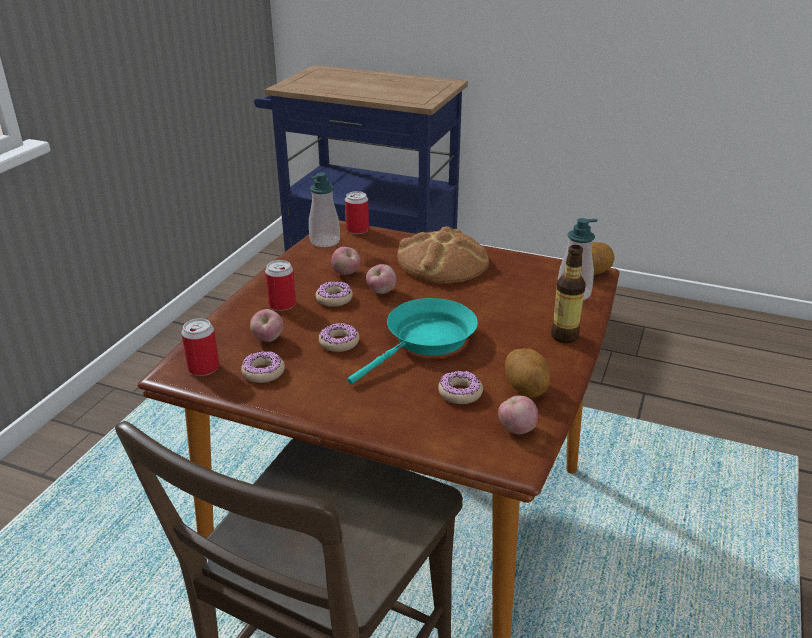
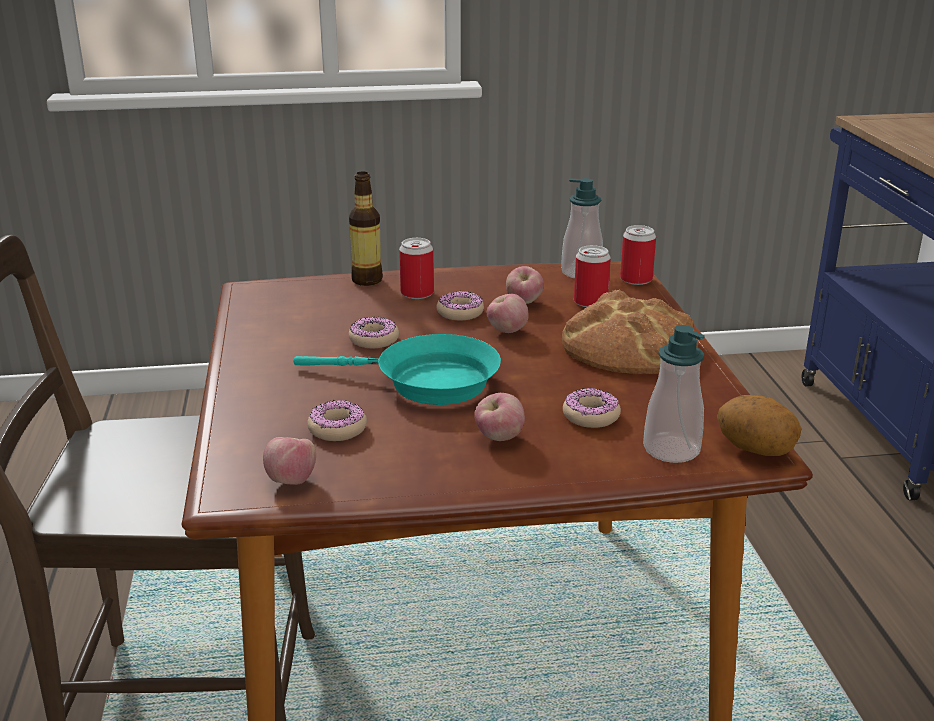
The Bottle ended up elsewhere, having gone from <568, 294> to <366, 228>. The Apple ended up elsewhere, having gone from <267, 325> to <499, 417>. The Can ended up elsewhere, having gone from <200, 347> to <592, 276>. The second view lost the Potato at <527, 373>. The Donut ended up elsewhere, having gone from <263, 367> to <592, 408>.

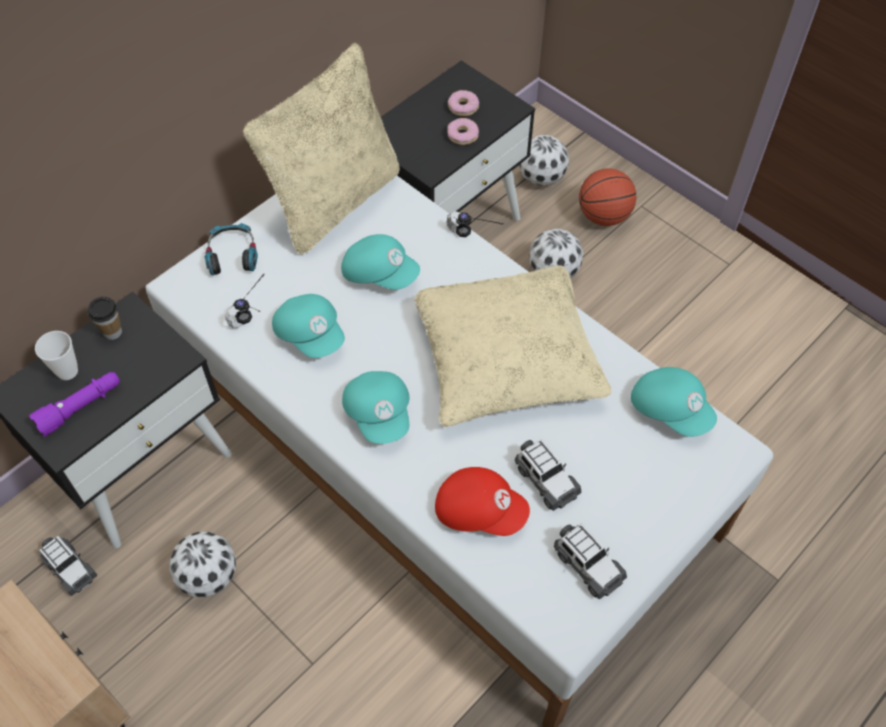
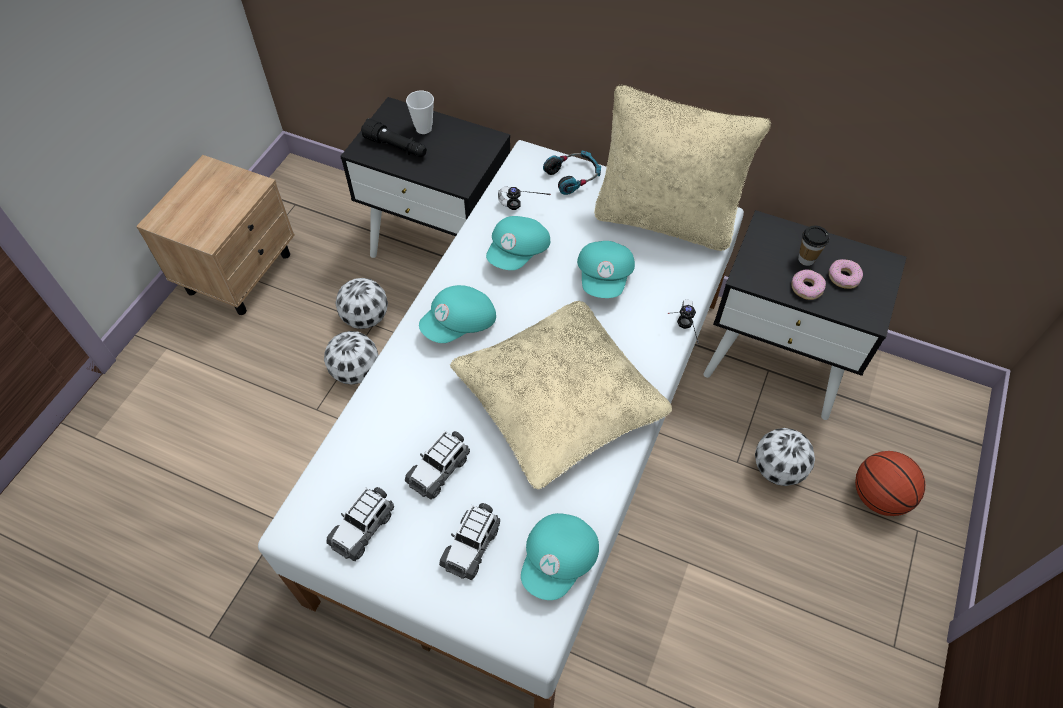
The Football ended up elsewhere, having gone from <544, 160> to <351, 358>. The Cup ended up elsewhere, having gone from <105, 318> to <813, 246>. What was the PurpleFlashlight at <74, 404> turned into the BlackFlashlight at <394, 137>. The second view lost the RedCap at <482, 501>. The ToyCar ended up elsewhere, having gone from <68, 566> to <469, 541>.

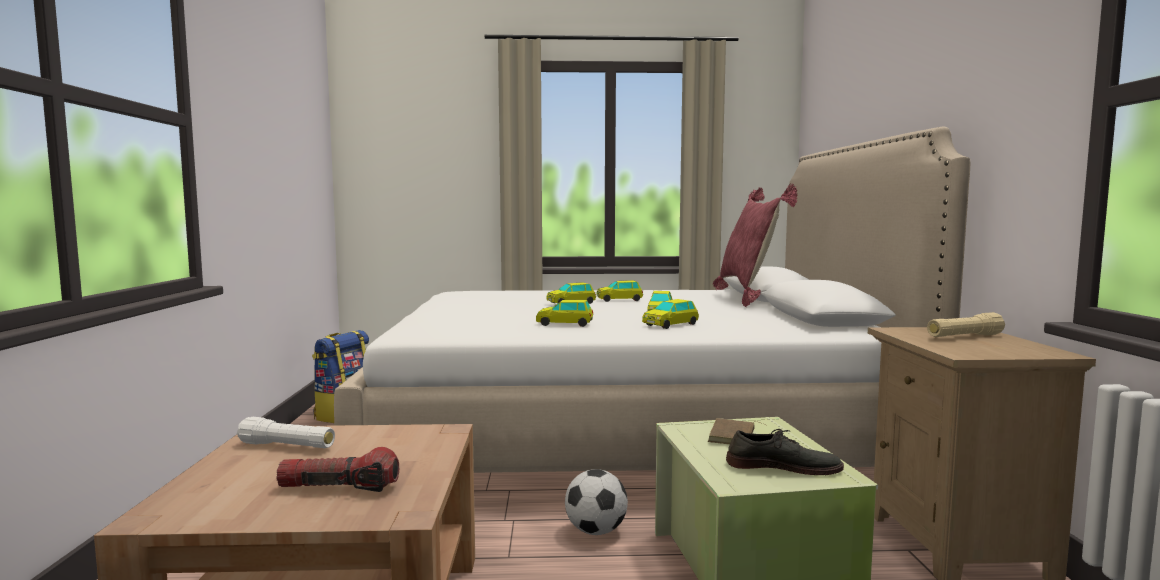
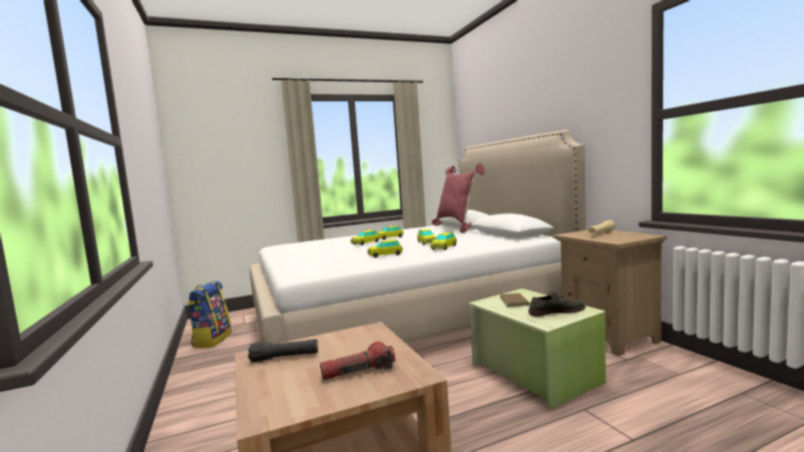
What was the WhiteFlashlight at <286, 432> turned into the BlackFlashlight at <283, 350>. The second view lost the Football at <596, 502>.

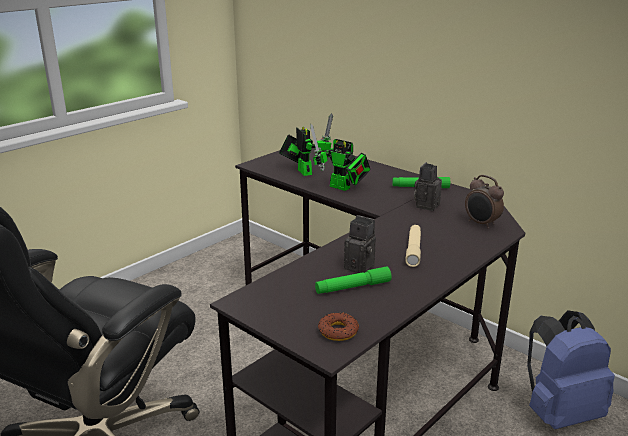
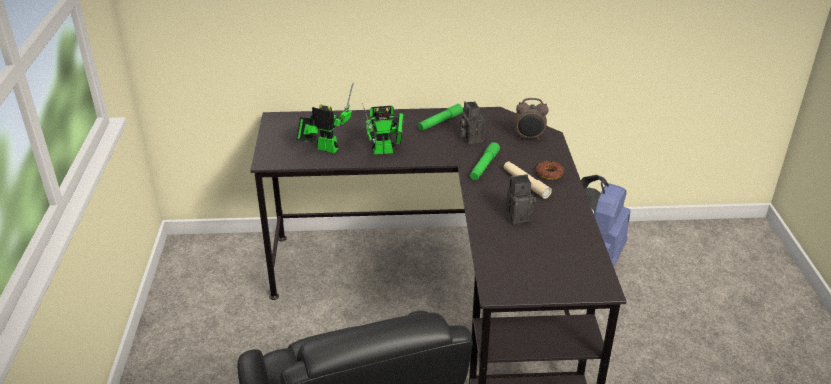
The GreenFlashlight ended up elsewhere, having gone from <353, 280> to <485, 161>. The Donut ended up elsewhere, having gone from <338, 327> to <549, 170>.

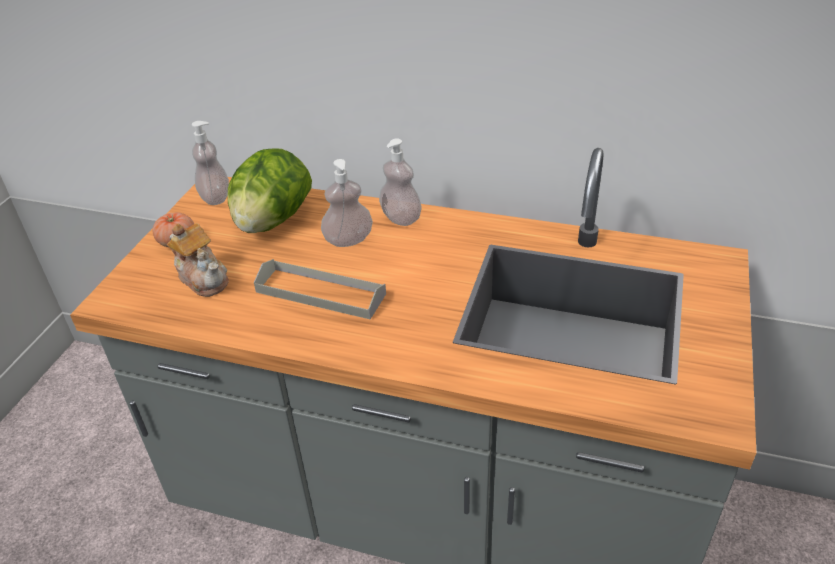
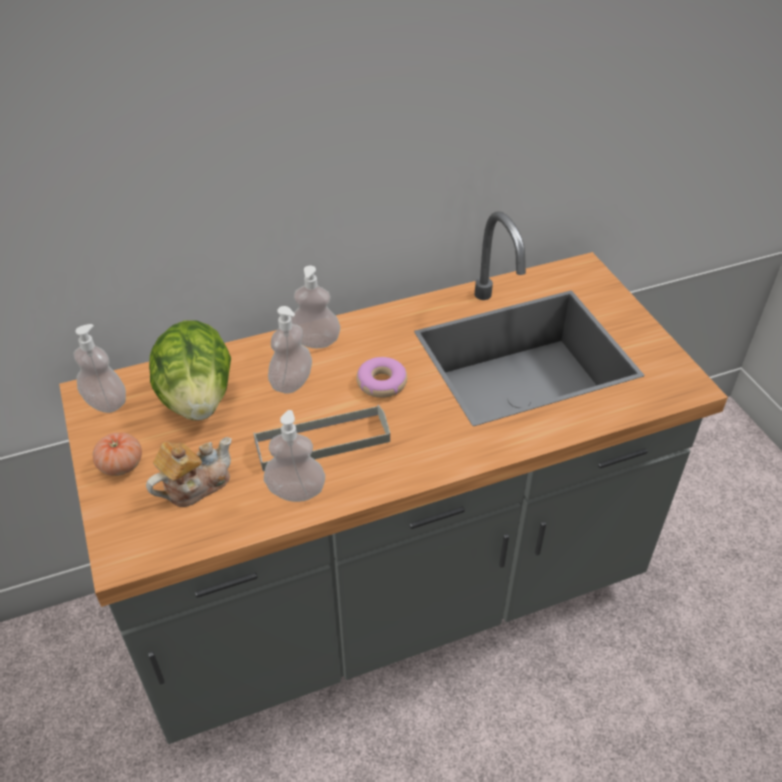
The Teapot at <198, 260> ended up facing another way, 45 degrees counterclockwise from before. The second view gained the Donut at <381, 377>. The second view gained the SoapDispenser at <294, 456>.

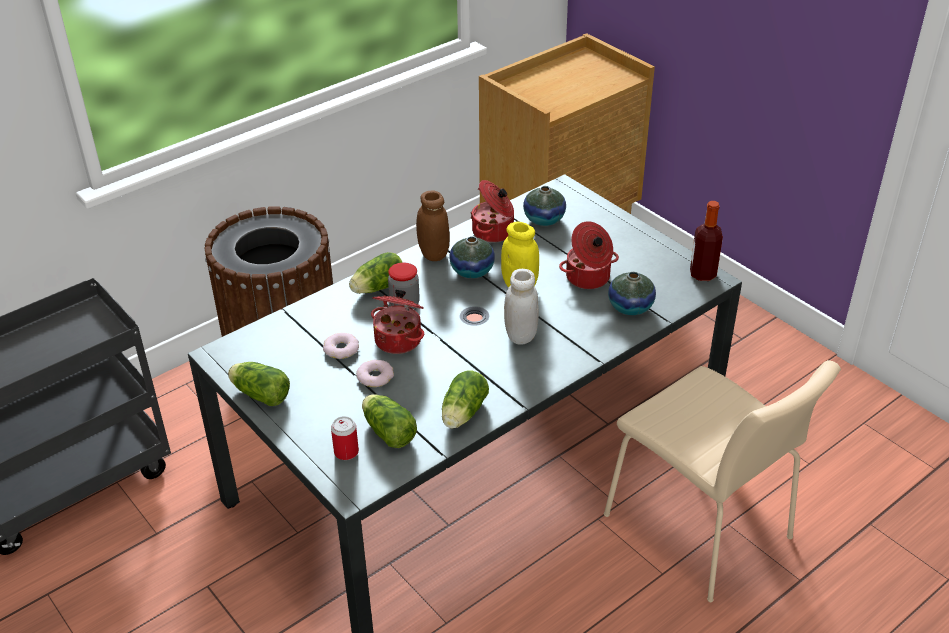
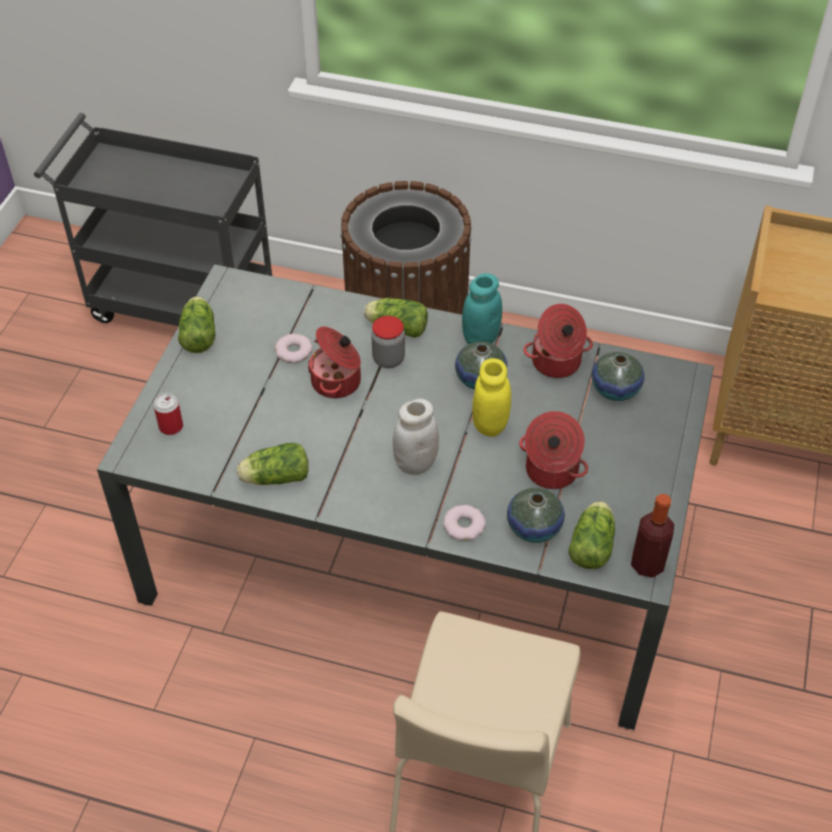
What was the BrownJar at <433, 225> turned into the TurquoiseJar at <482, 308>. The Donut ended up elsewhere, having gone from <375, 373> to <464, 523>. The Lettuce ended up elsewhere, having gone from <389, 421> to <591, 535>.

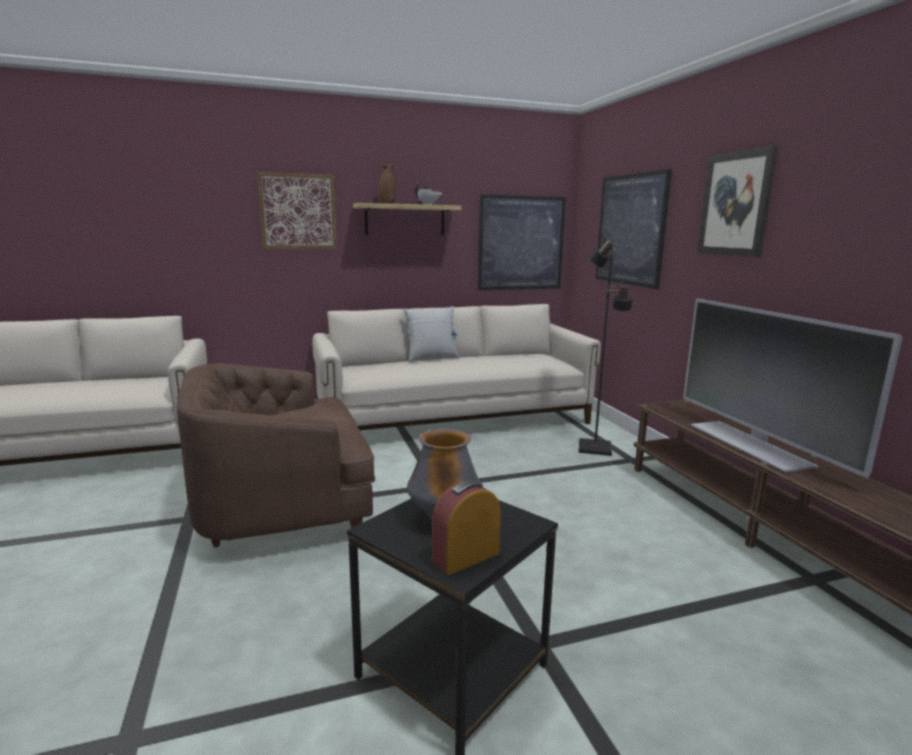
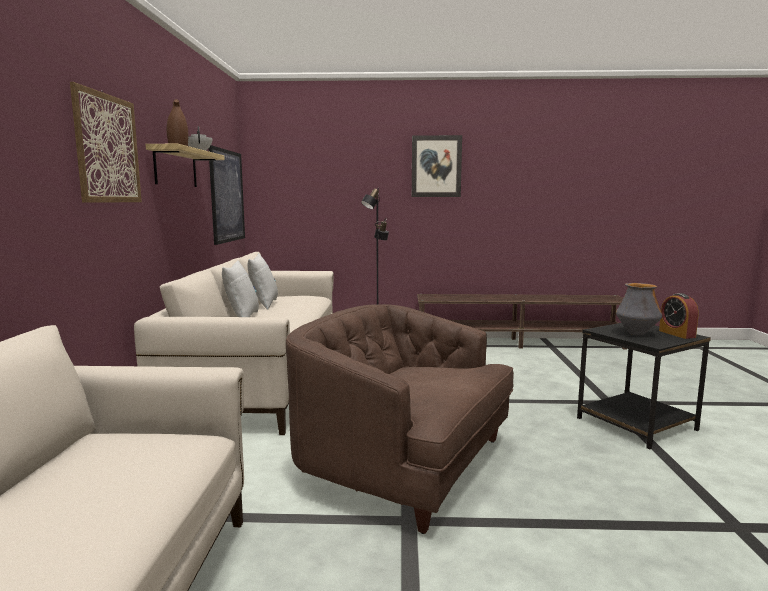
The second view lost the Picture at <633, 229>. The second view lost the Television at <792, 388>. The BrownArmchair at <276, 455> ended up facing another way, 120 degrees clockwise from before. The second view gained the GreyPillow at <263, 282>.

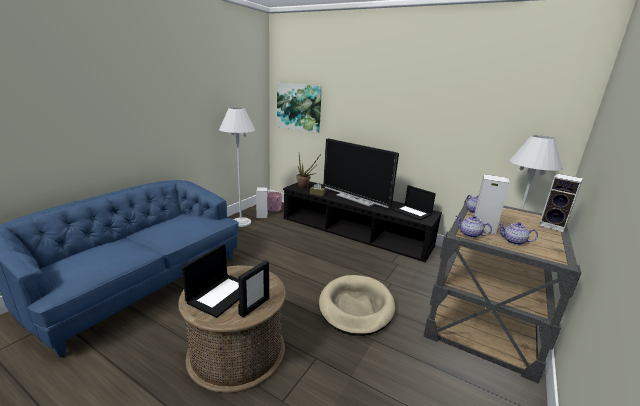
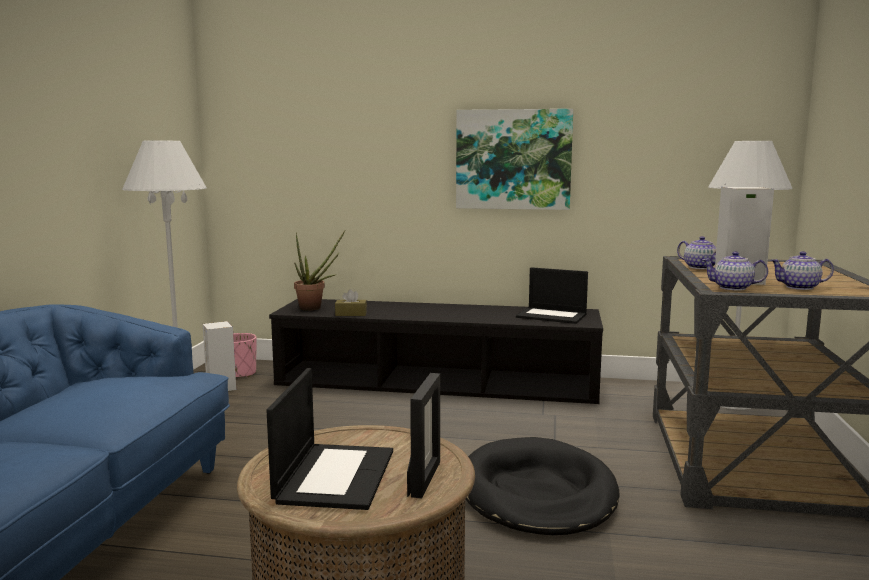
The Picture ended up elsewhere, having gone from <299, 108> to <514, 159>. The second view lost the Television at <361, 173>. The second view lost the Speaker at <561, 203>. What was the BeigeDogBed at <357, 305> turned into the BlackDogBed at <543, 486>.

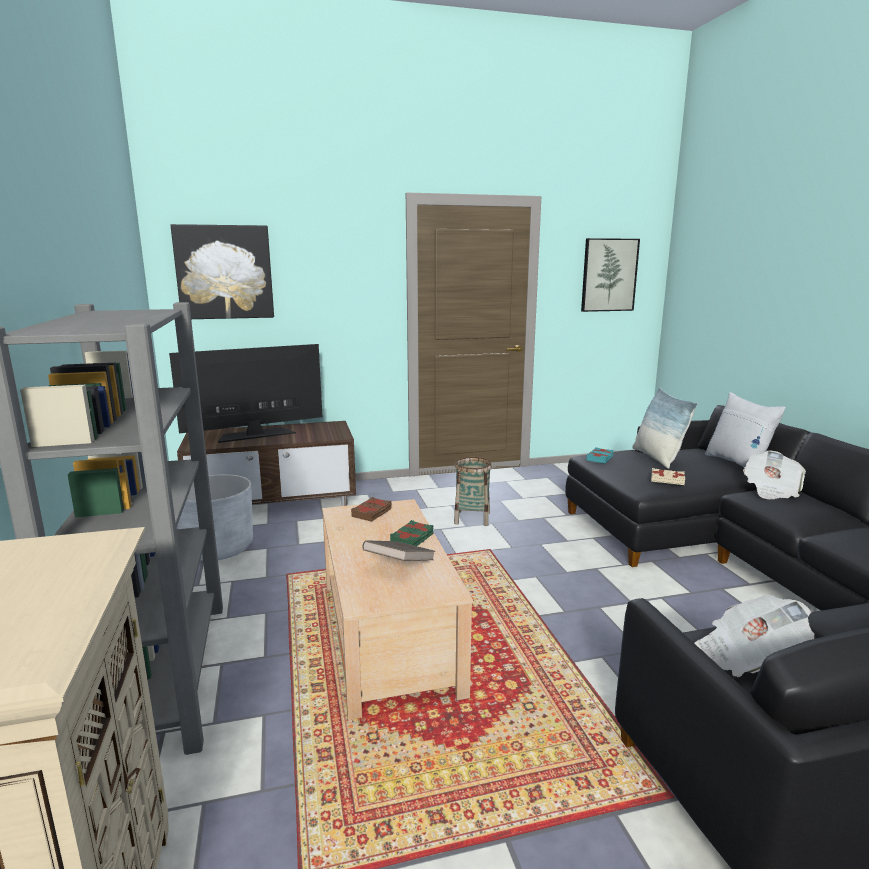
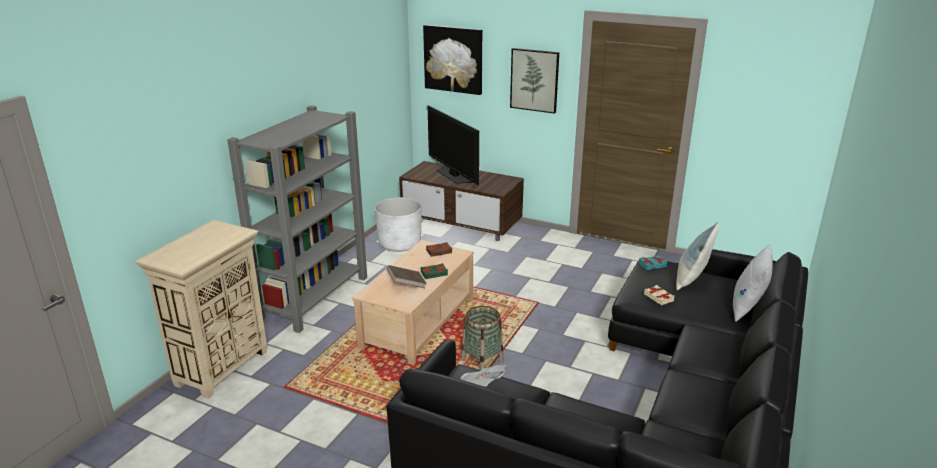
The Picture ended up elsewhere, having gone from <610, 275> to <534, 81>. The Television at <245, 393> ended up facing another way, 135 degrees counterclockwise from before. The second view lost the Newspaper at <774, 475>. The Basket ended up elsewhere, having gone from <473, 491> to <482, 338>.

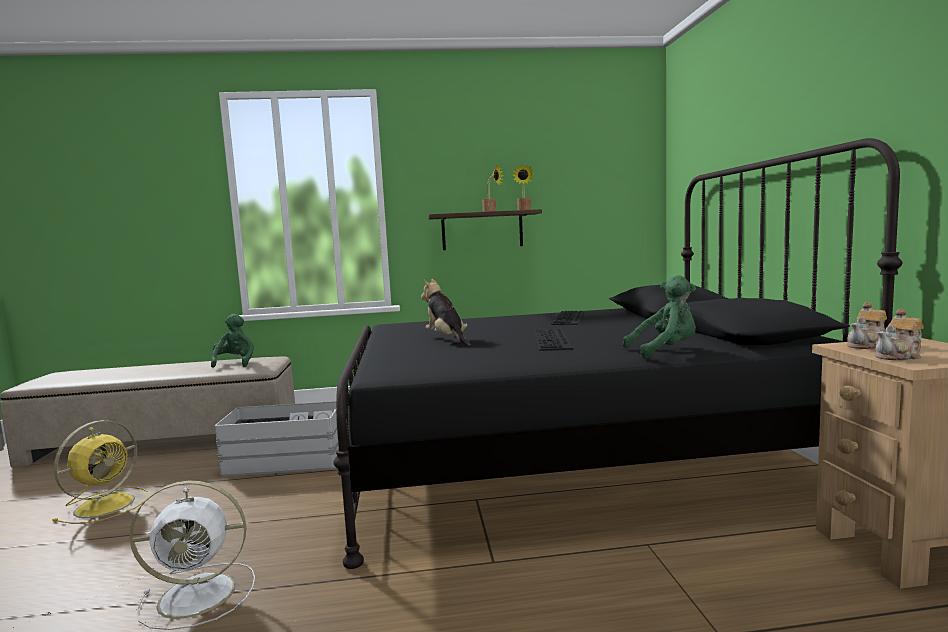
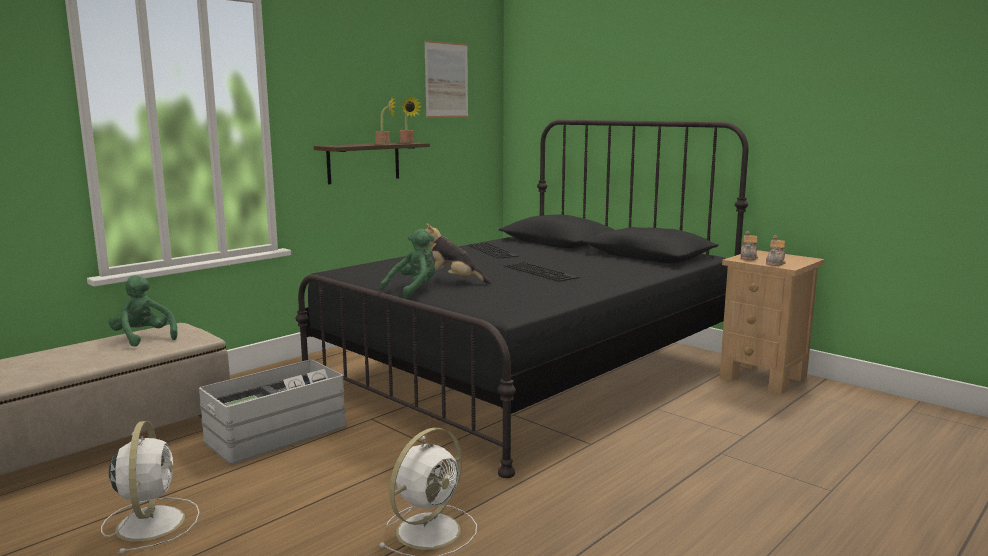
The GreenPlushToy ended up elsewhere, having gone from <659, 317> to <407, 264>. What was the YellowFan at <101, 472> turned into the WhiteFan at <150, 487>. The second view gained the Picture at <446, 79>.

